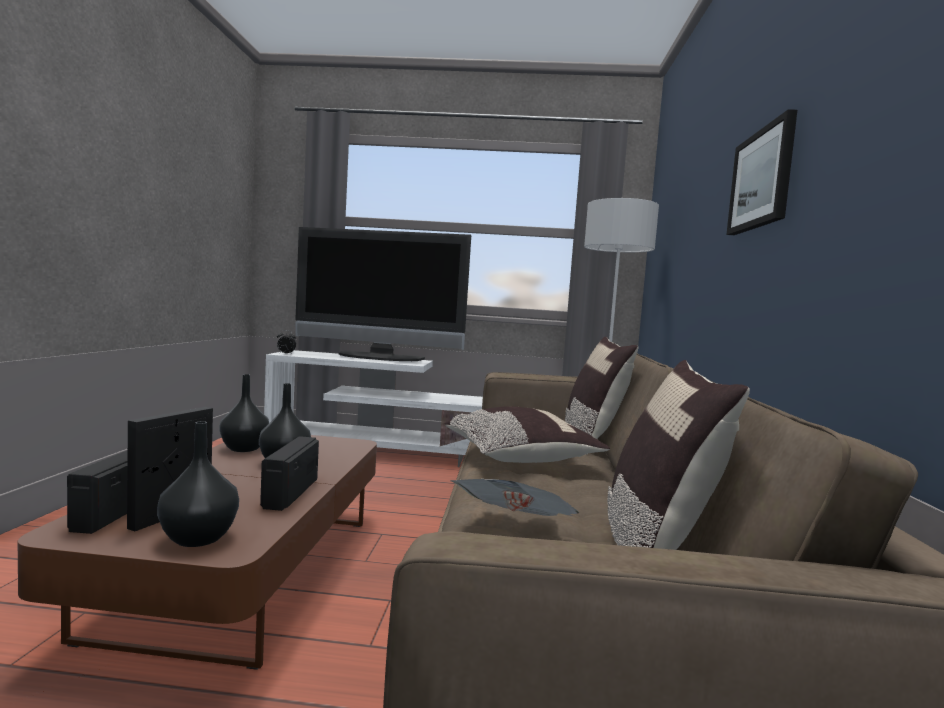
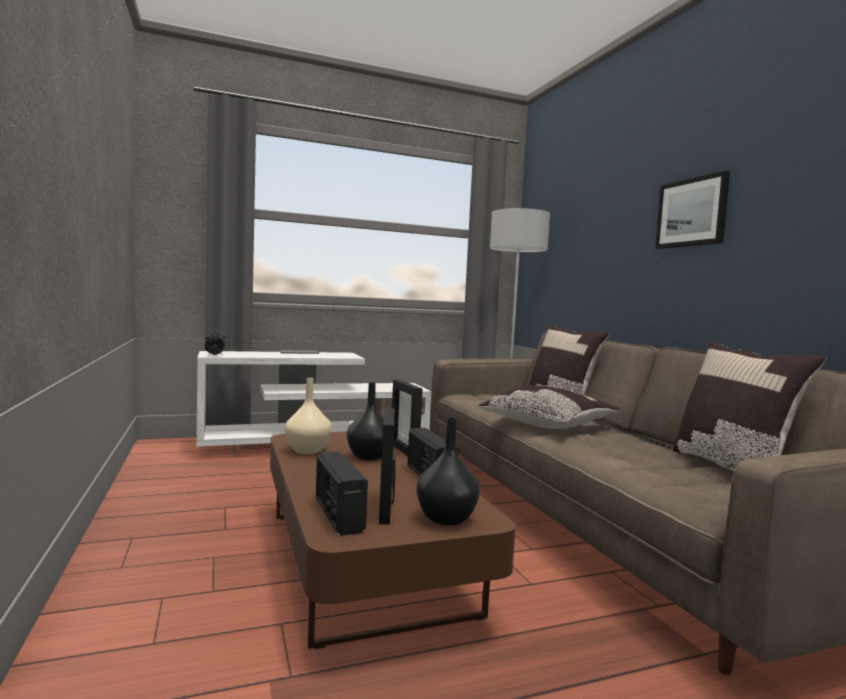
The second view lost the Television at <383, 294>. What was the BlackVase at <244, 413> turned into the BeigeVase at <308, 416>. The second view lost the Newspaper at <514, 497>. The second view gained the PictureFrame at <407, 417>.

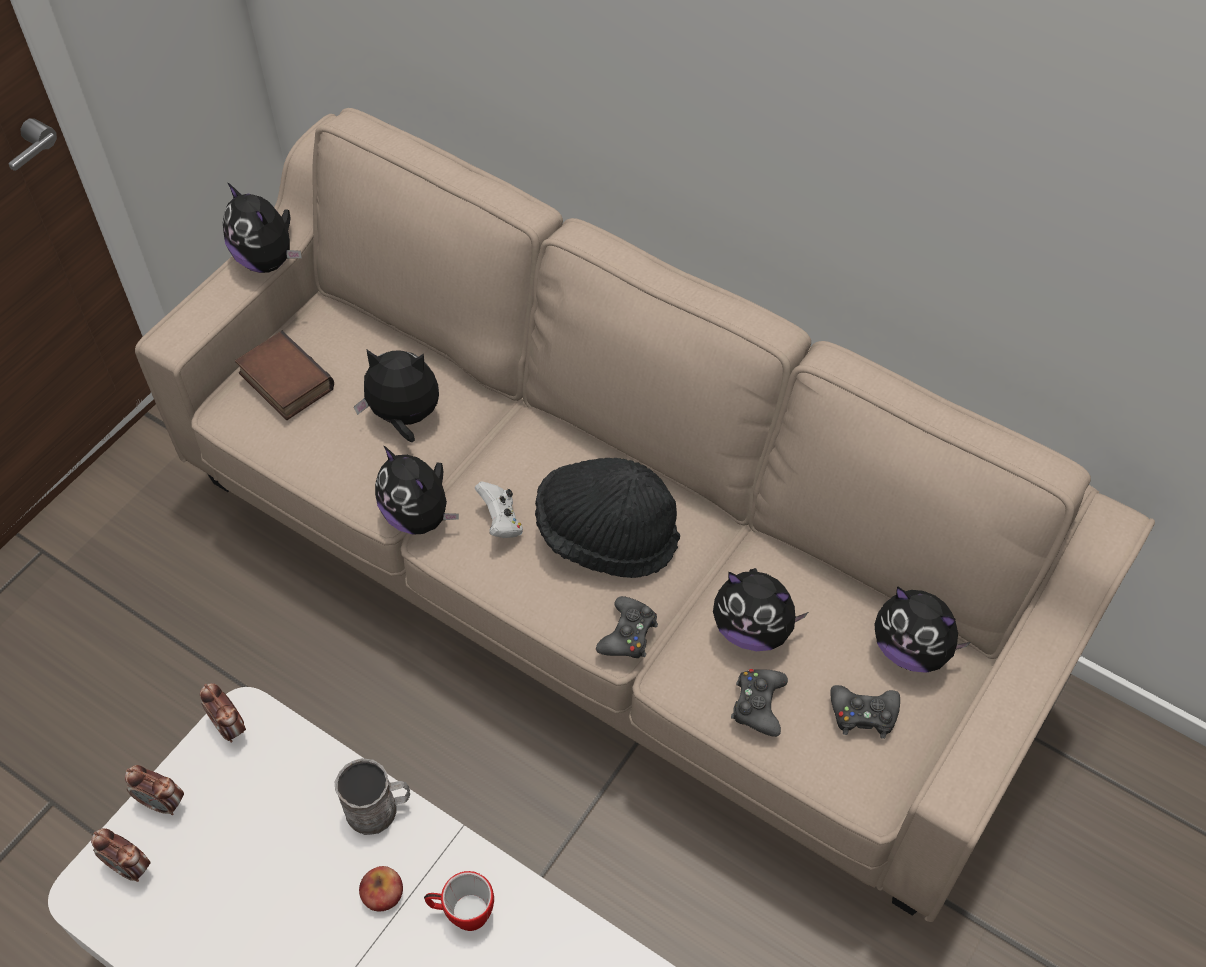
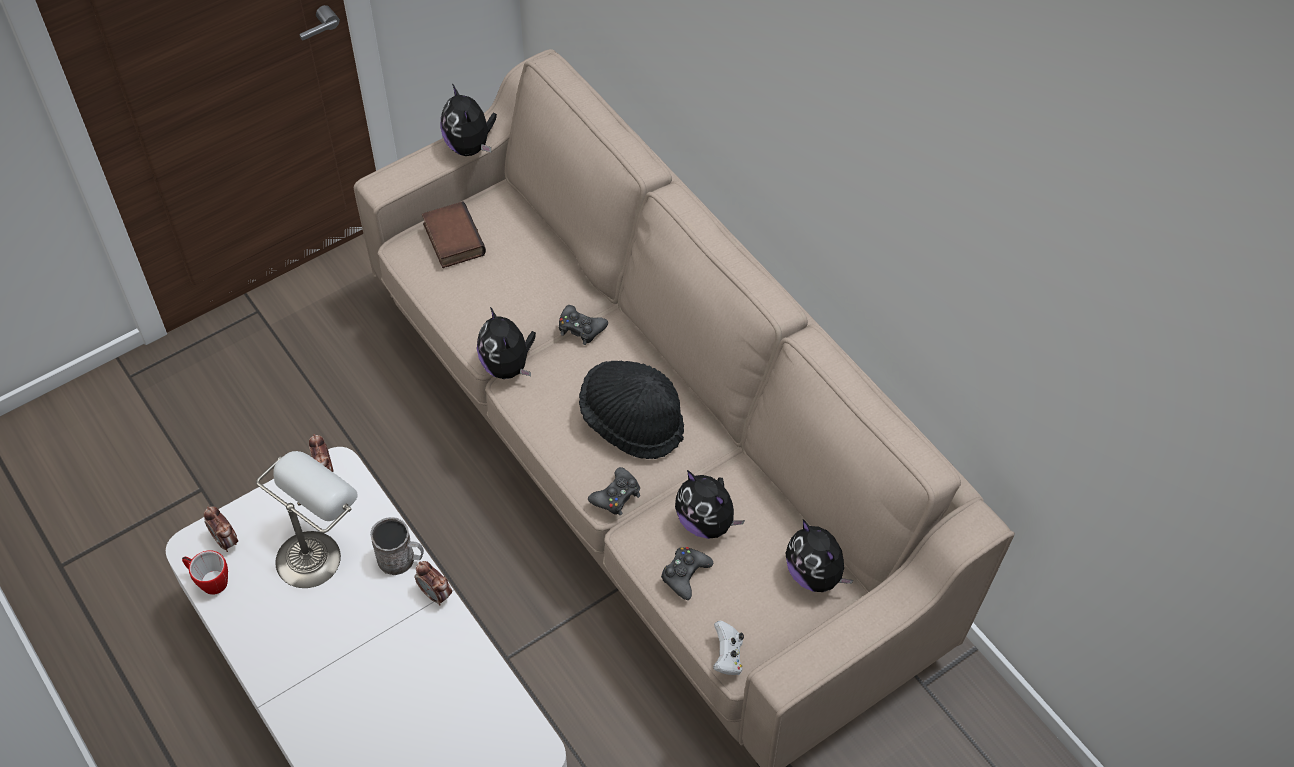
The second view lost the PlushToy at <396, 396>. The WhiteGameController ended up elsewhere, having gone from <499, 510> to <728, 648>. The BlackGameController ended up elsewhere, having gone from <865, 712> to <583, 325>. The AlarmClock ended up elsewhere, having gone from <154, 790> to <433, 583>. The second view lost the Apple at <381, 889>. The Mug ended up elsewhere, having gone from <459, 901> to <205, 572>. The second view gained the WhiteTableLamp at <307, 519>.

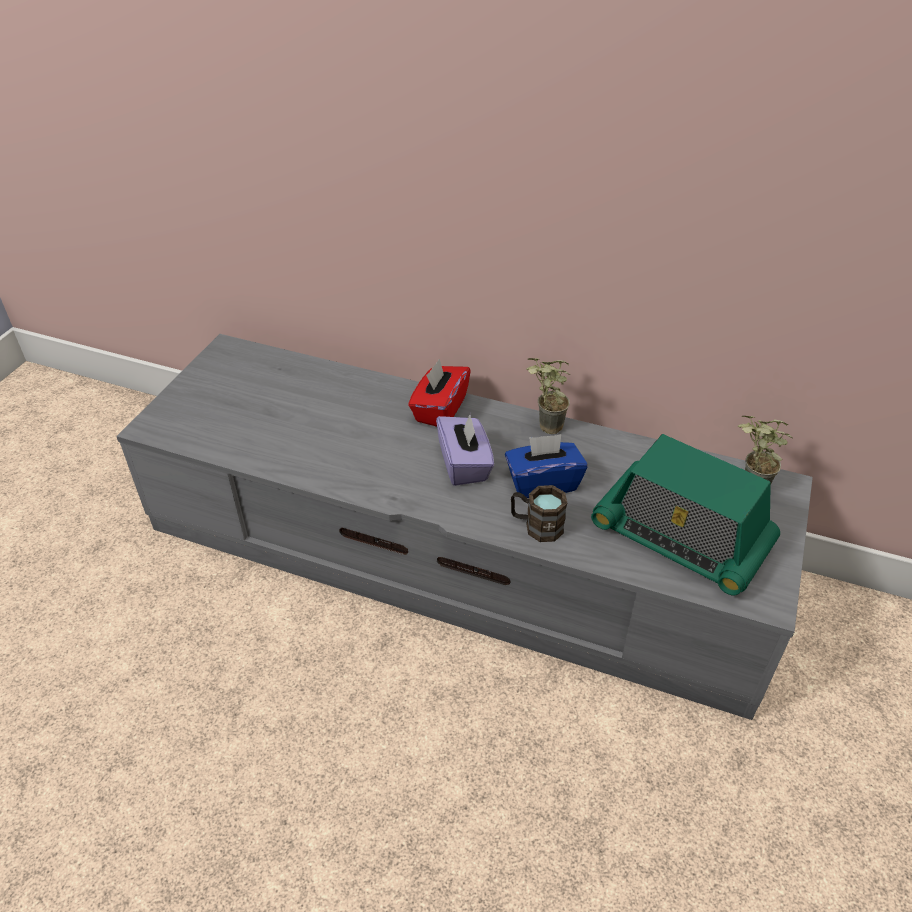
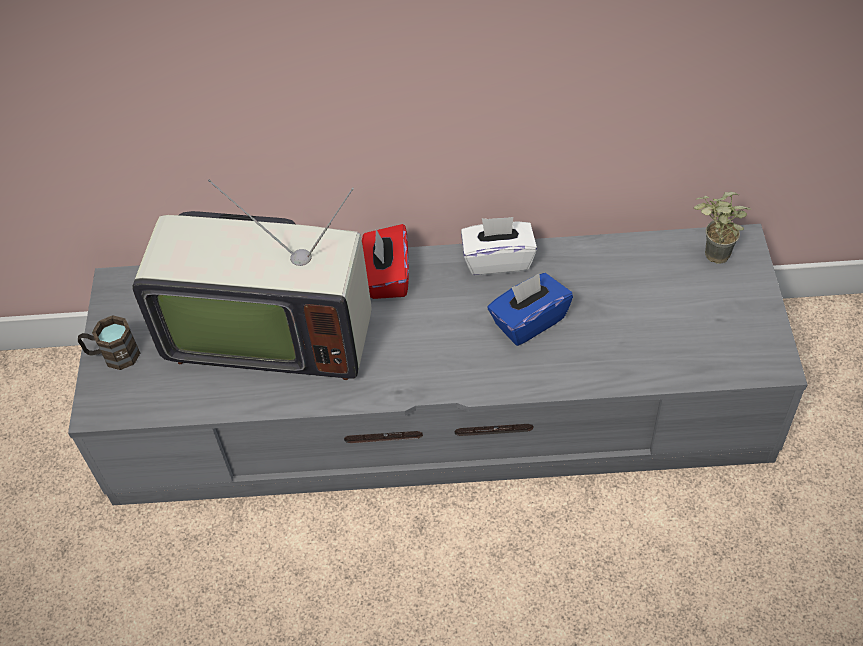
Where the PottedPlant stood at <548, 396>, the WhiteTissueBox came to stand at <499, 246>. The second view lost the PurpleTissueBox at <465, 449>. The second view lost the Radio at <685, 515>. The BrownMug ended up elsewhere, having gone from <539, 513> to <109, 342>. The second view gained the Television at <252, 279>.

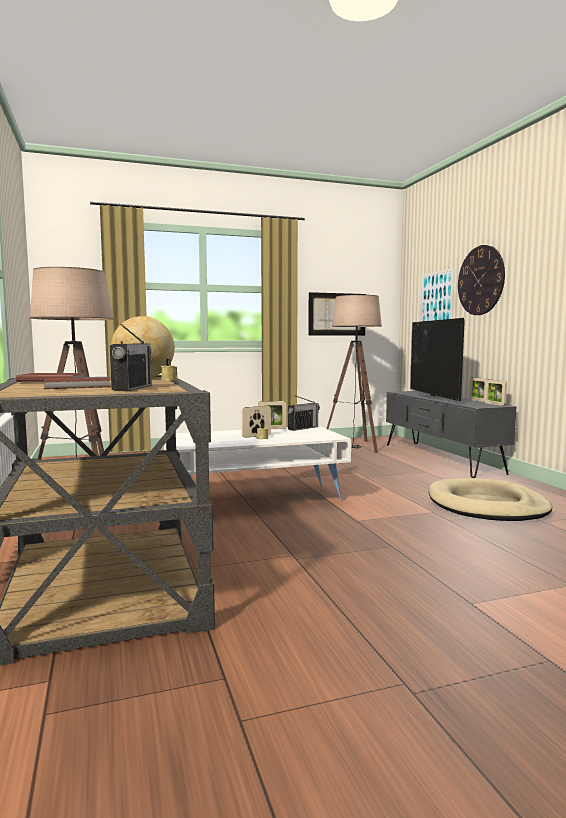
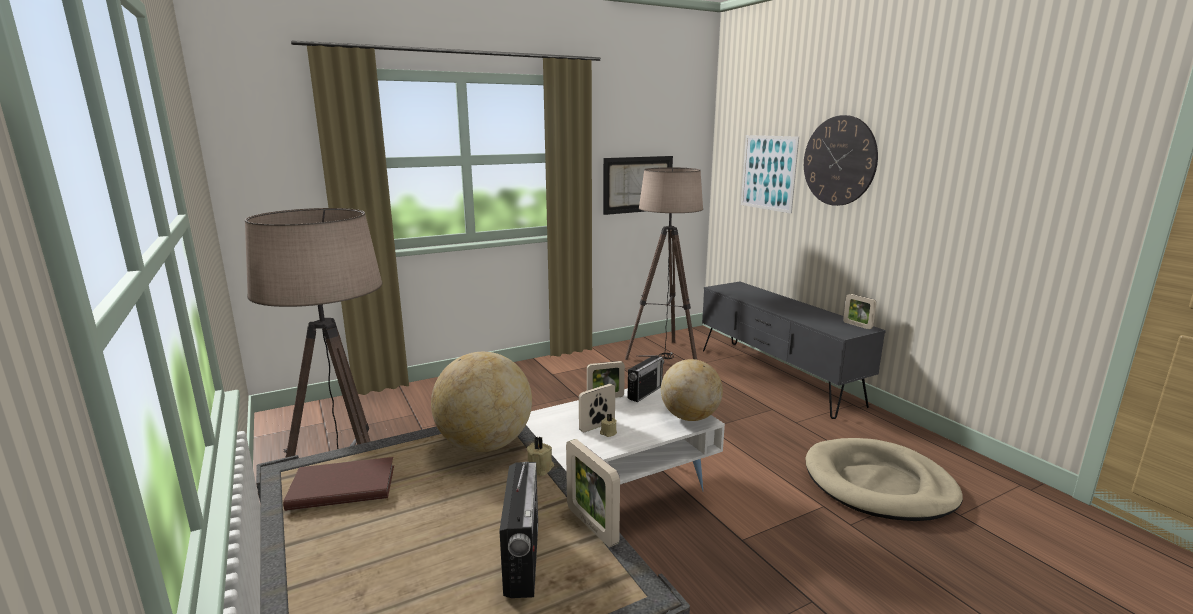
The second view lost the Television at <437, 359>. The second view lost the BrownBook at <77, 383>. The PictureFrame ended up elsewhere, having gone from <478, 389> to <593, 493>. The second view gained the Globe at <692, 390>.

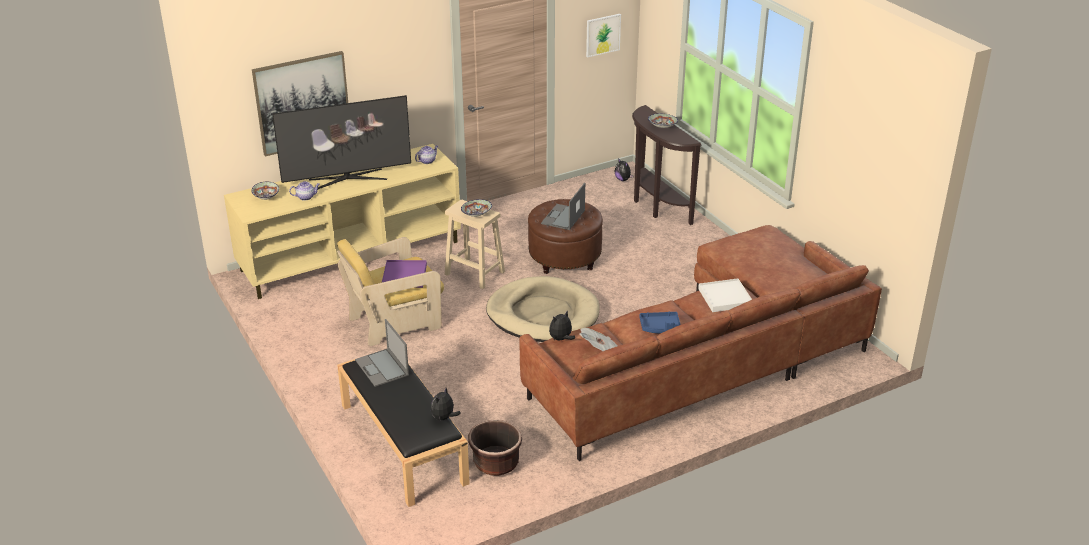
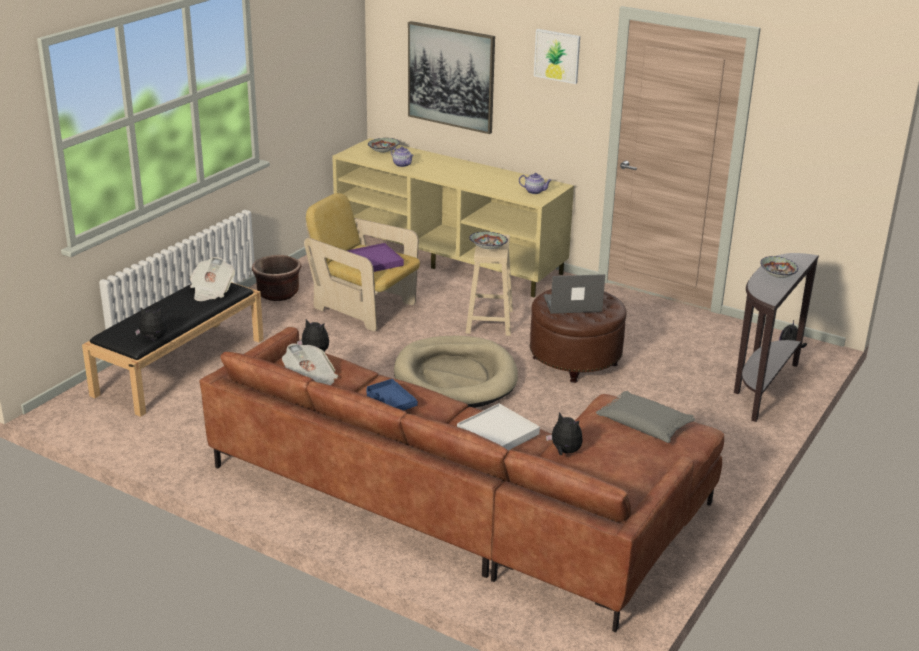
The Picture ended up elsewhere, having gone from <603, 35> to <557, 56>. The second view lost the Television at <341, 142>. Where the Laptop stood at <382, 353>, the Newspaper came to stand at <212, 279>. The BrownPlanter ended up elsewhere, having gone from <495, 448> to <276, 278>. The second view gained the GreyPillow at <646, 417>. The second view gained the PlushToy at <564, 433>.

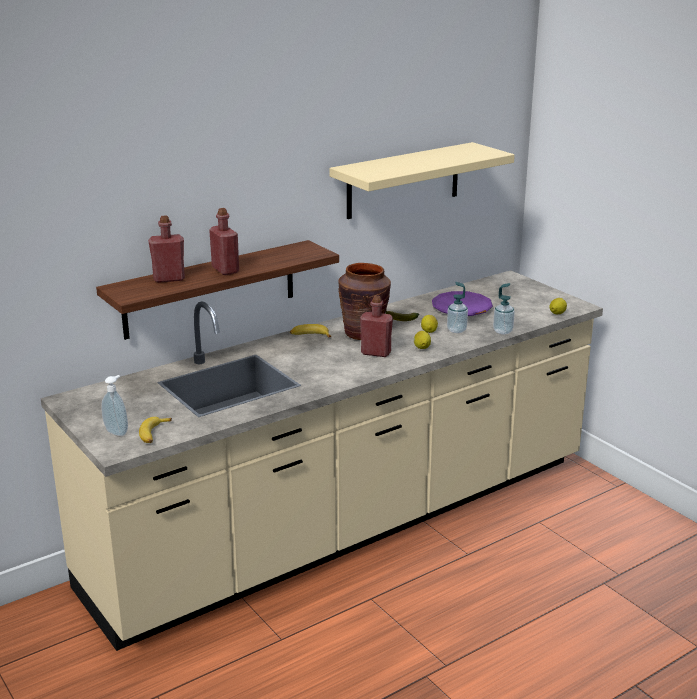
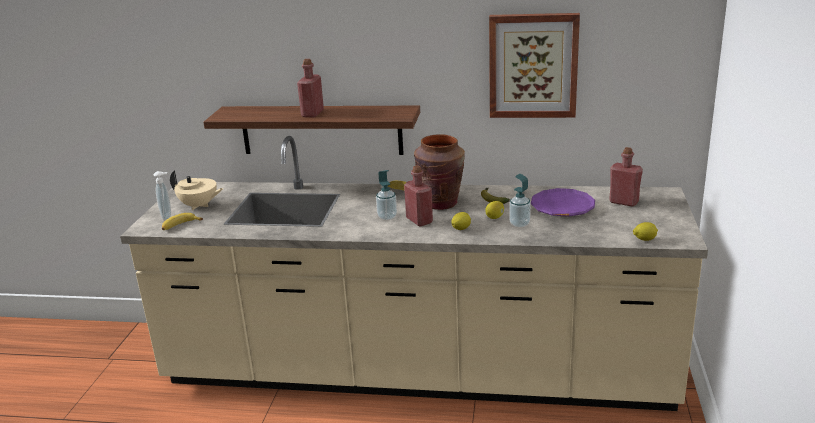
Where the BeigeShelf hung at <422, 180>, the Picture came to hang at <534, 65>. The RedBottle ended up elsewhere, having gone from <166, 249> to <626, 177>. The SoapDispenser ended up elsewhere, having gone from <504, 308> to <386, 195>. The second view gained the BeigeTeapot at <197, 190>.

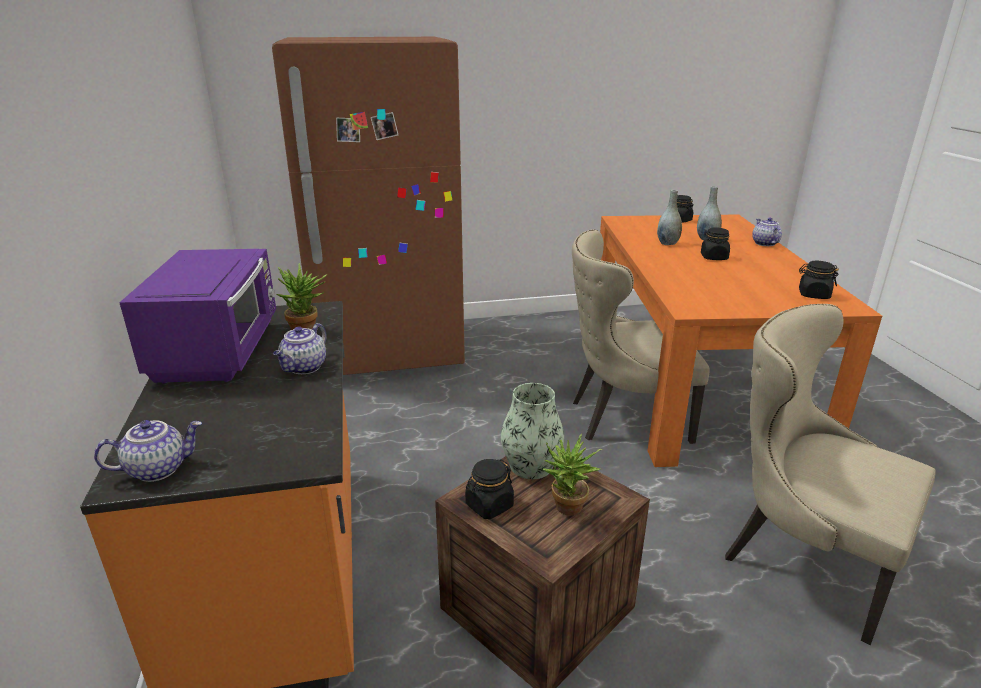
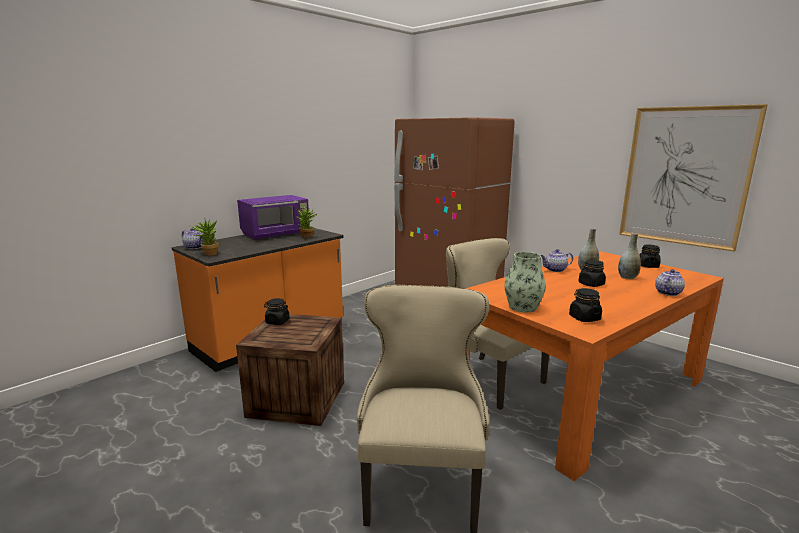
The Teapot ended up elsewhere, having gone from <299, 348> to <557, 260>. The Vase ended up elsewhere, having gone from <532, 431> to <525, 282>. The PottedPlant ended up elsewhere, having gone from <572, 475> to <204, 237>. The second view gained the Picture at <693, 178>.

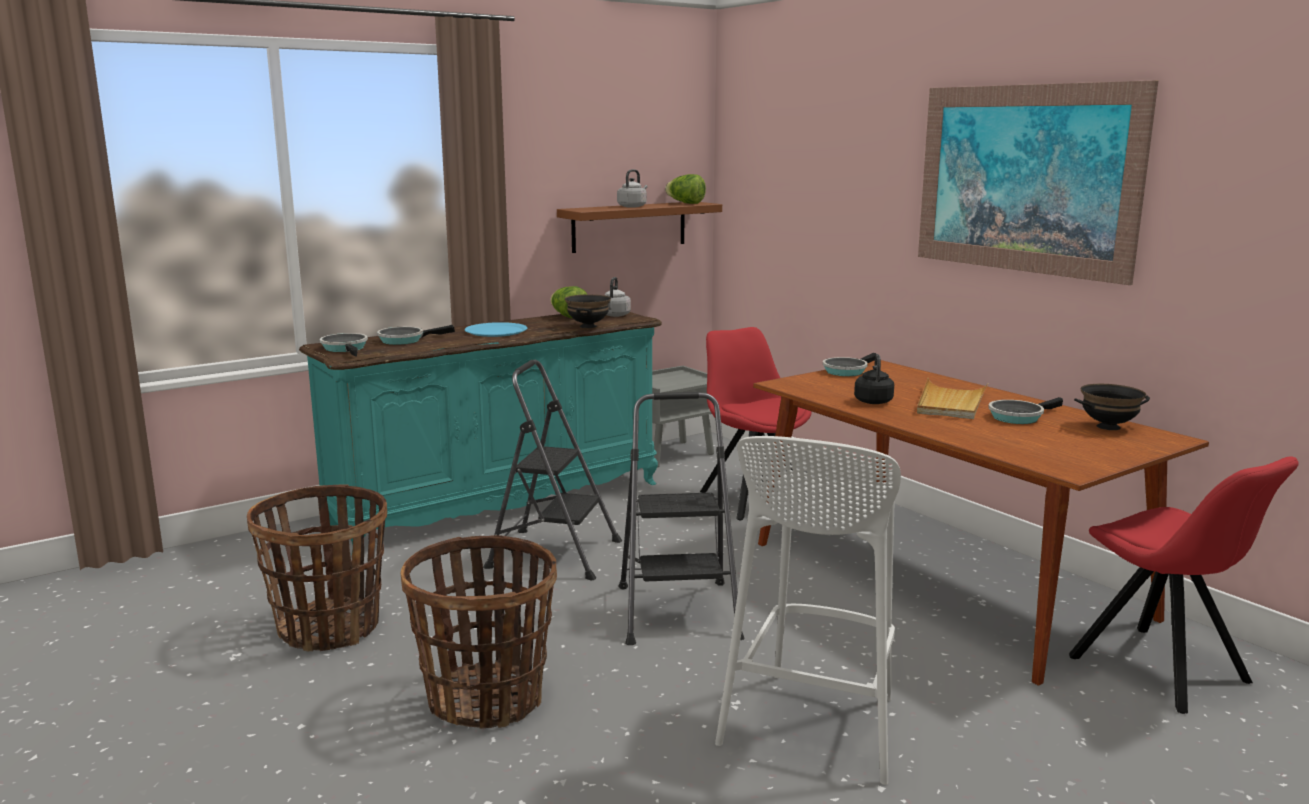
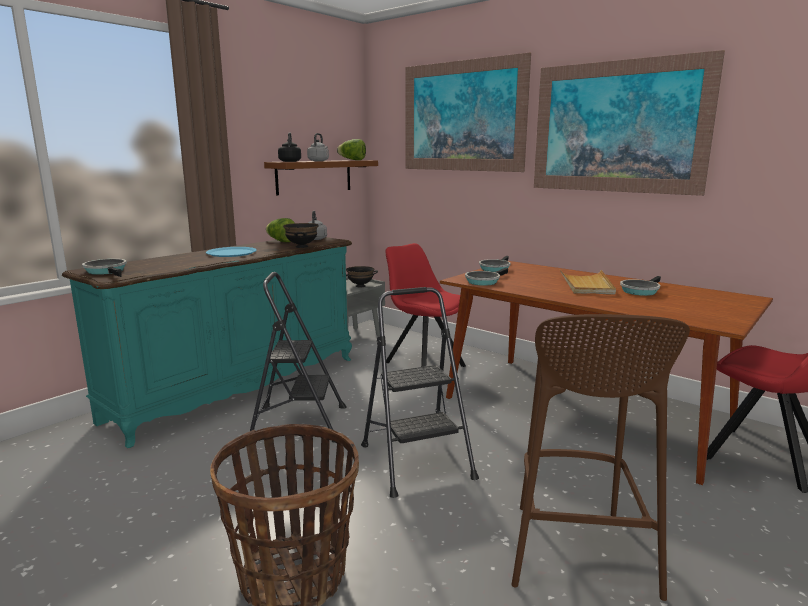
The FryingPan ended up elsewhere, having gone from <416, 335> to <486, 277>. The BlackKettle ended up elsewhere, having gone from <874, 379> to <289, 147>. The BlackBowl ended up elsewhere, having gone from <1112, 407> to <362, 276>. What was the WhiteStool at <808, 610> turned into the BrownStool at <601, 457>. The second view lost the Basket at <317, 567>. The second view gained the Picture at <468, 112>.

